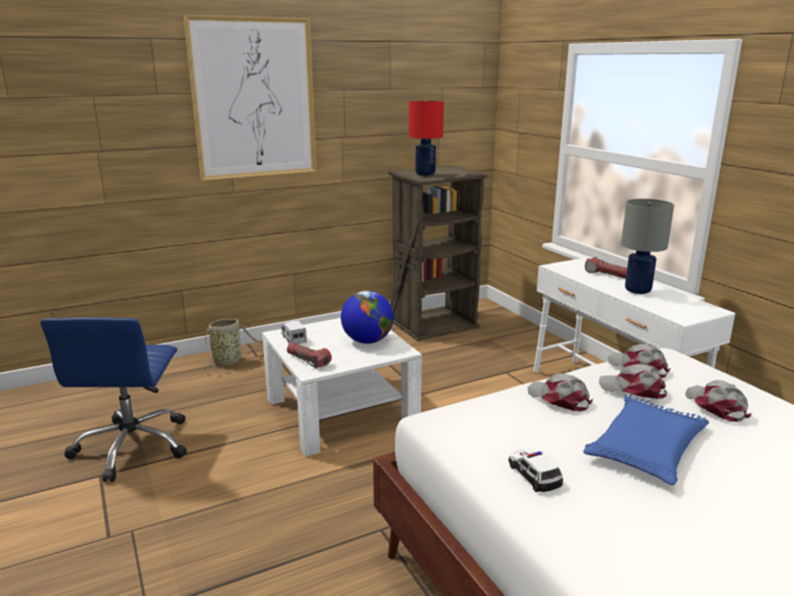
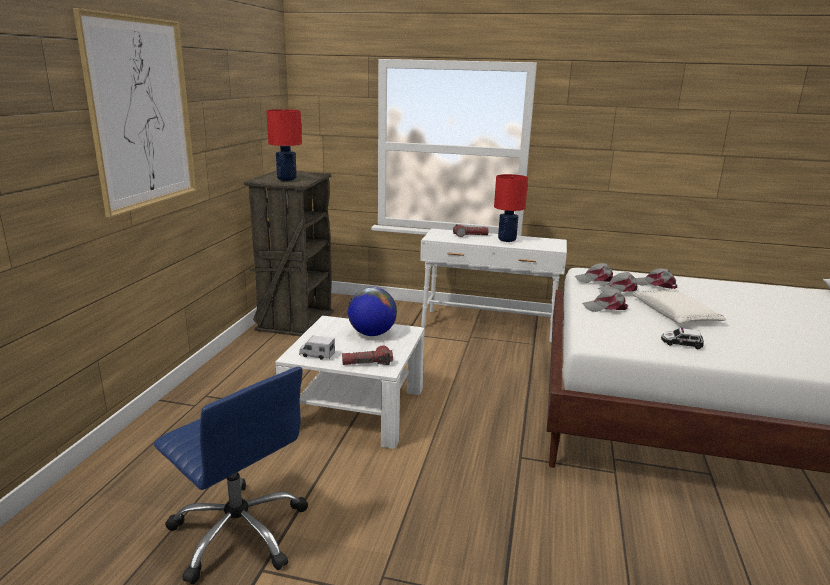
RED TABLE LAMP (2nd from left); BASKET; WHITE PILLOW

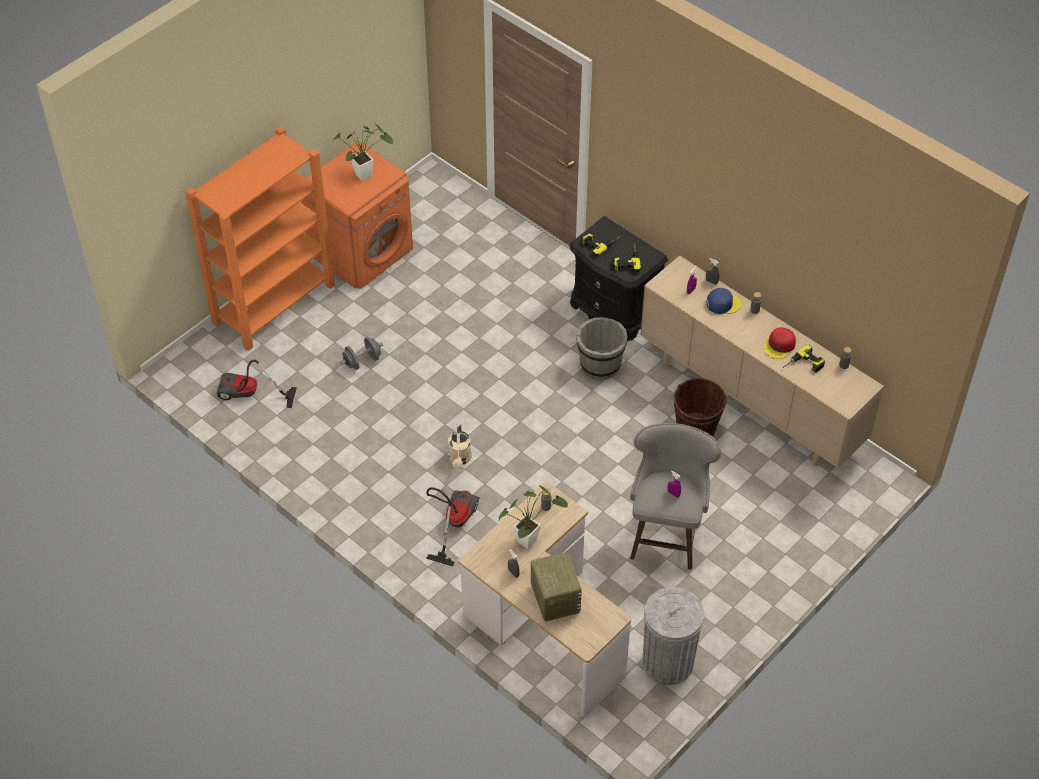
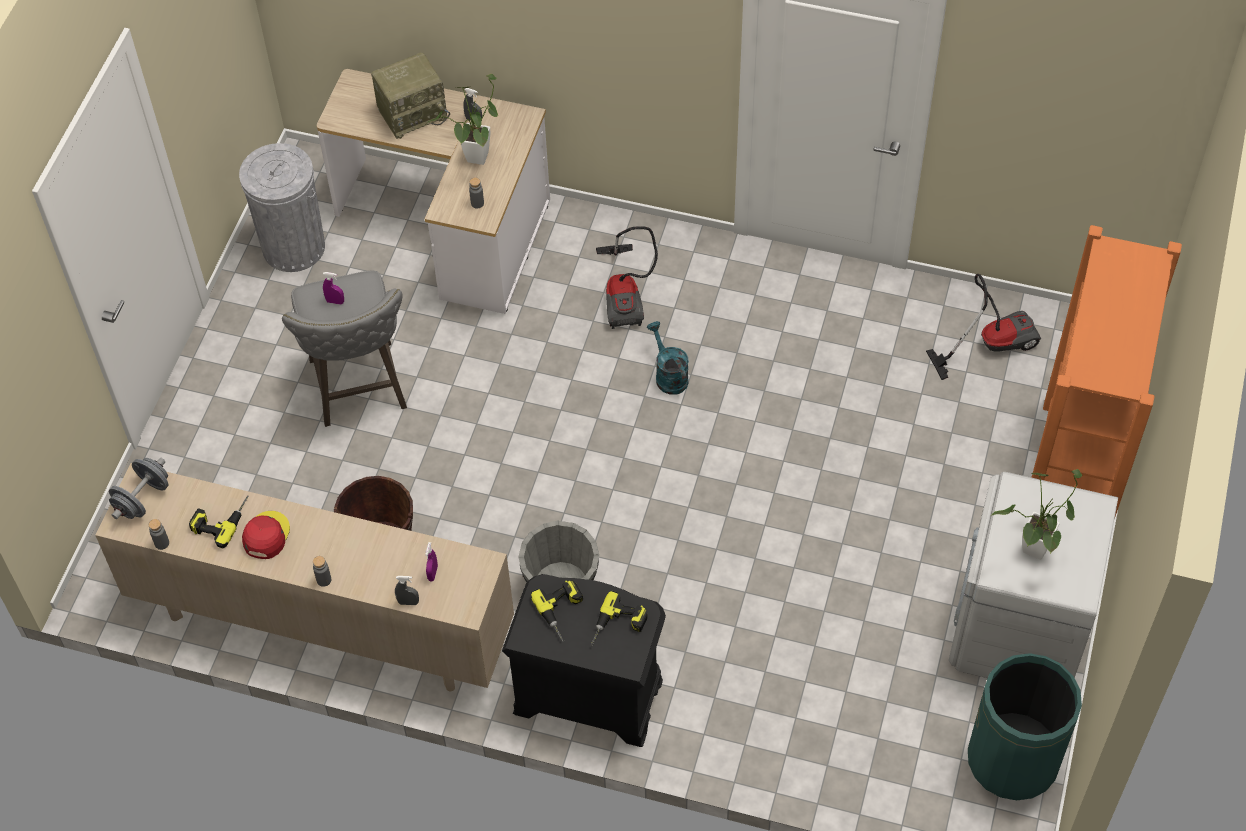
WHITE WASHING MACHINE; BLUE CAP; GREY DUMBBELL; TURQUOISE WATERING CAN; RADIO; GREEN TRASH CAN

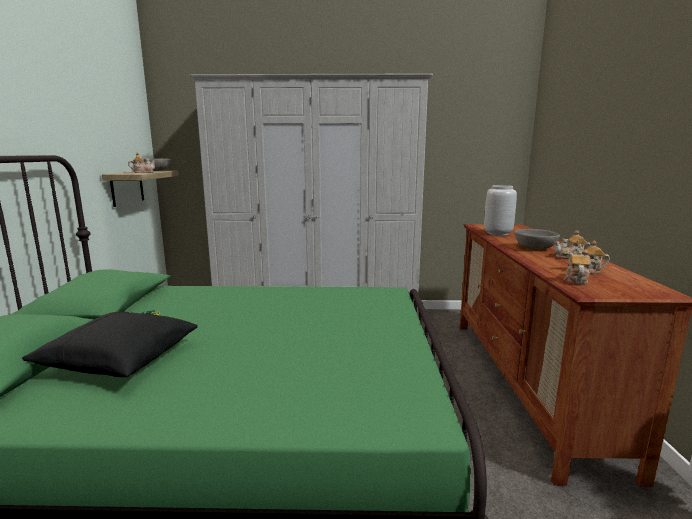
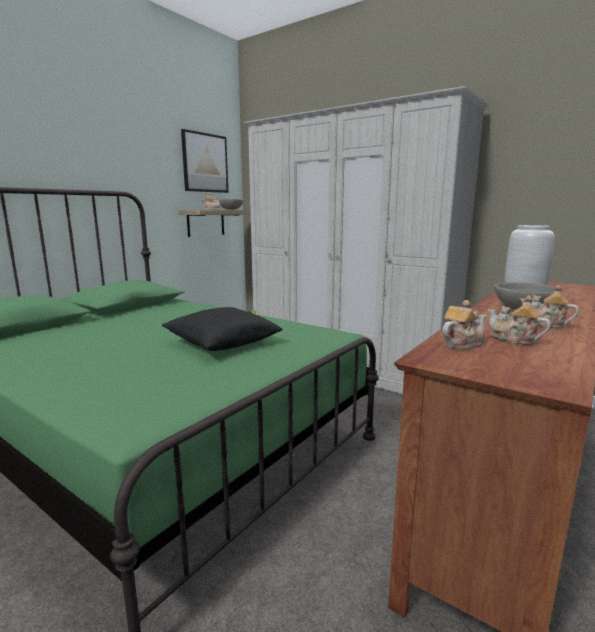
BLACK PILLOW; PICTURE

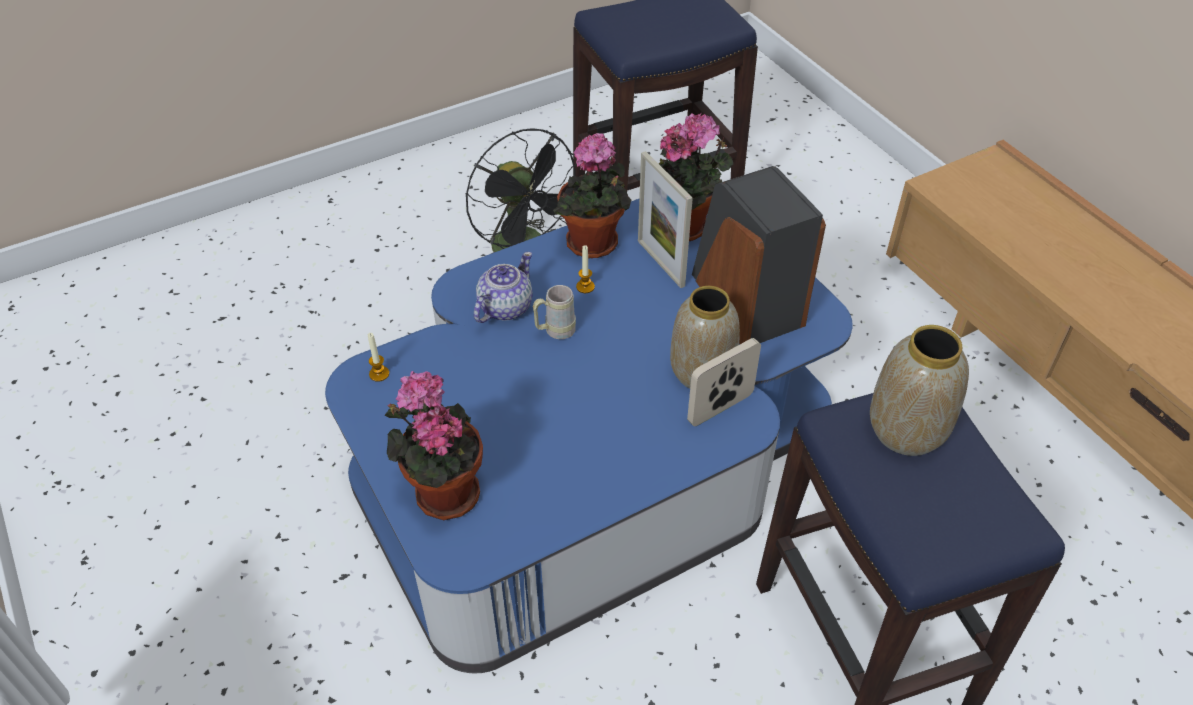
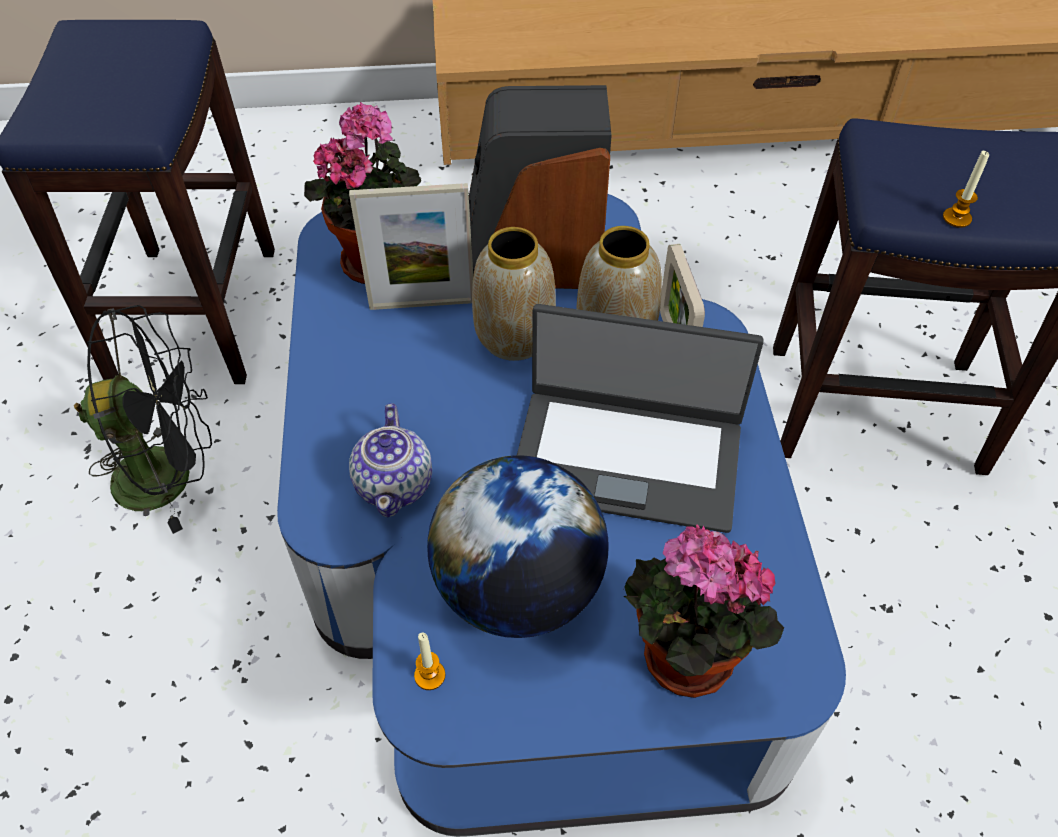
POTTED PLANT (2nd from left in the first image); CANDLE (2nd from left); TEAPOT; BEIGE MUG; VASE (1st from left); LAPTOP; GLOBE

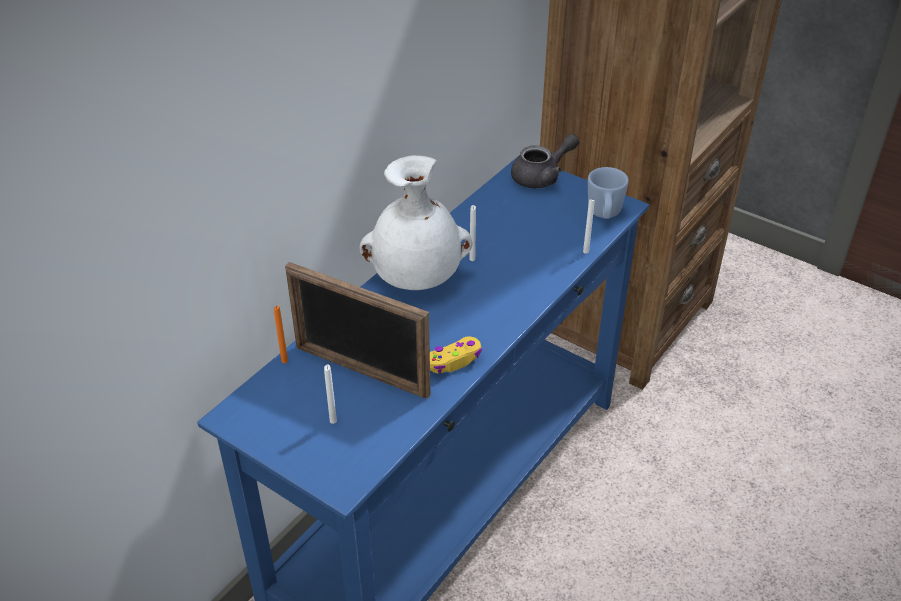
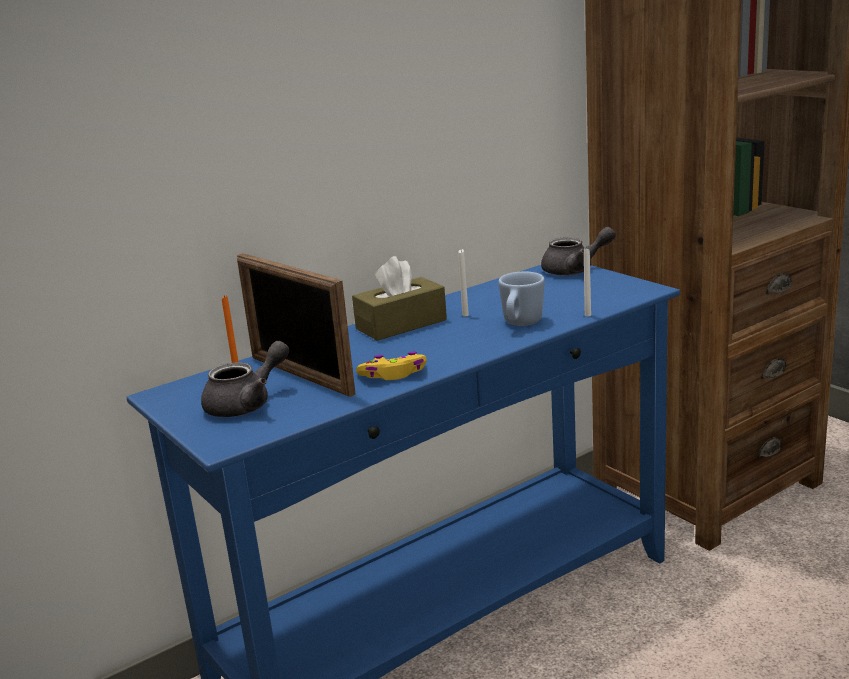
BROWN TISSUE BOX; BLUE MUG; GREY TEAPOT (1st from left)

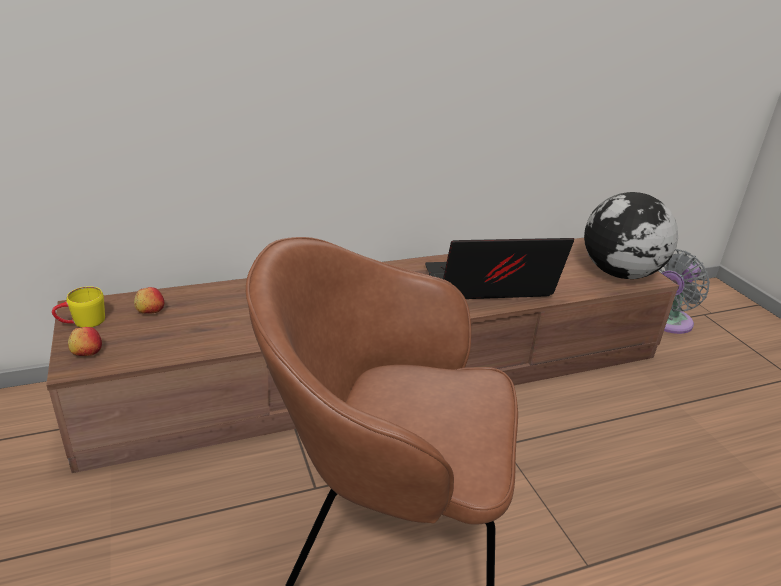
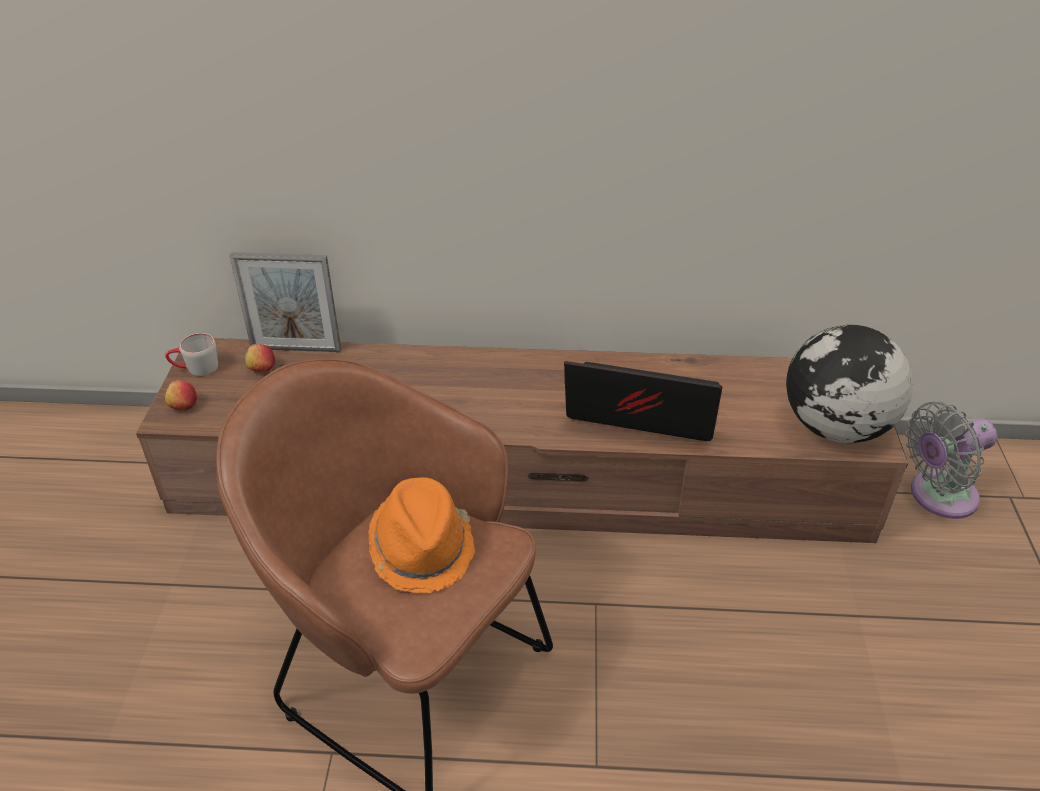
GREY MUG; PICTURE FRAME; ORANGE HAT

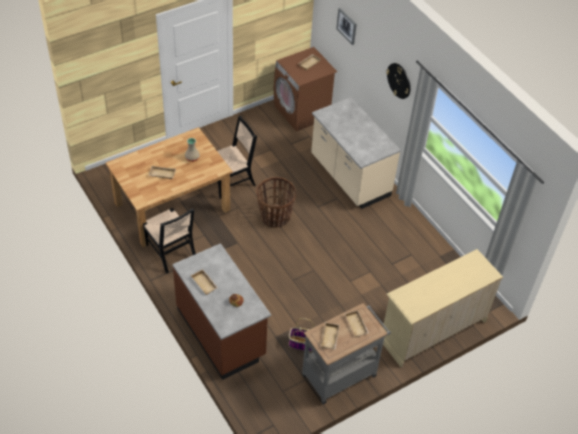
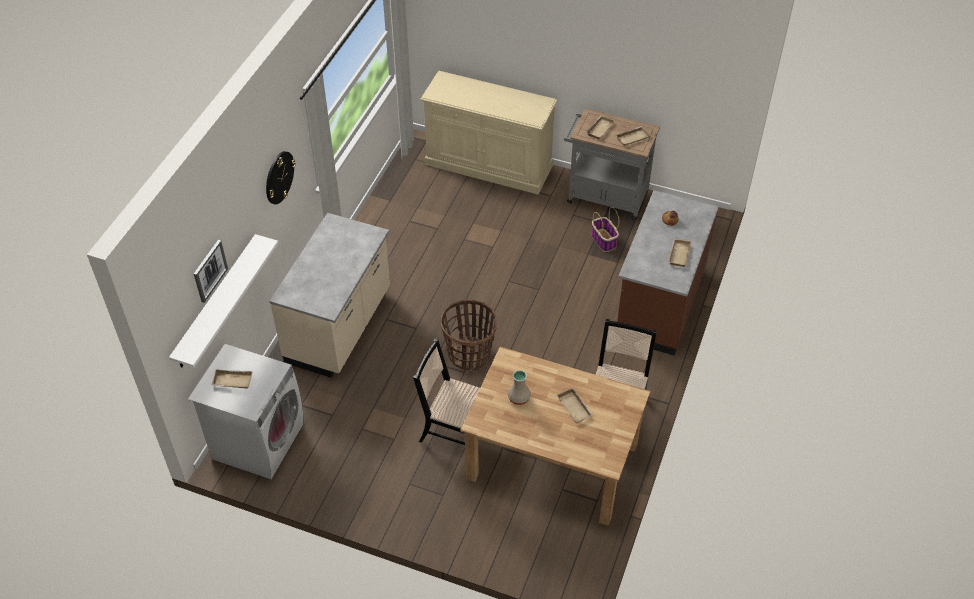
WHITE WASHING MACHINE; WHITE SHELF

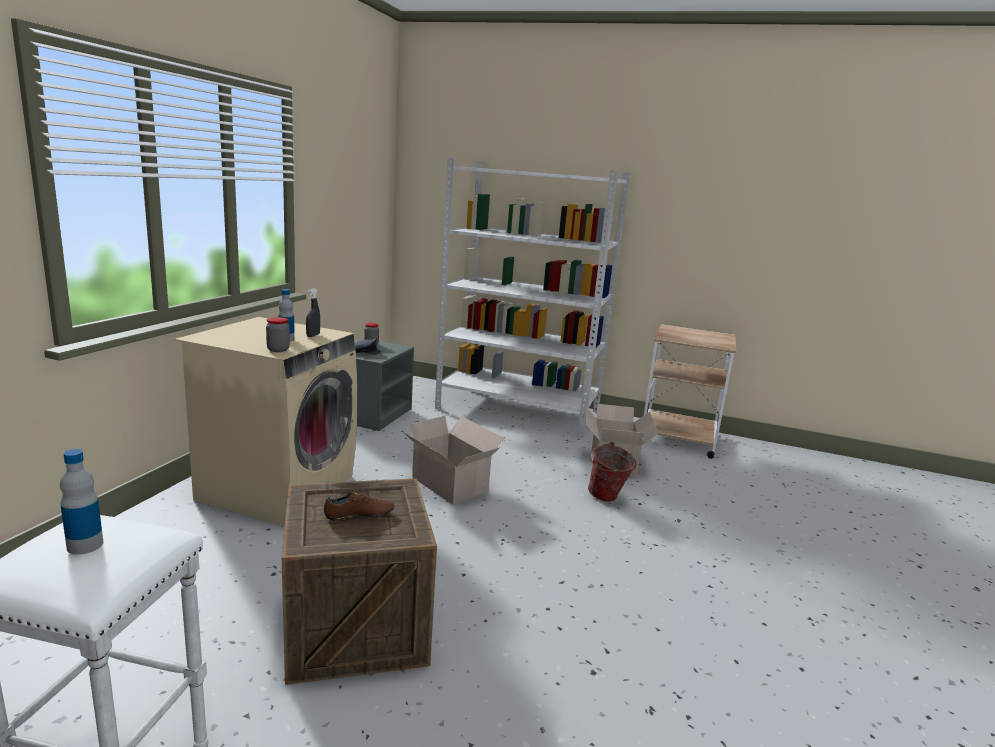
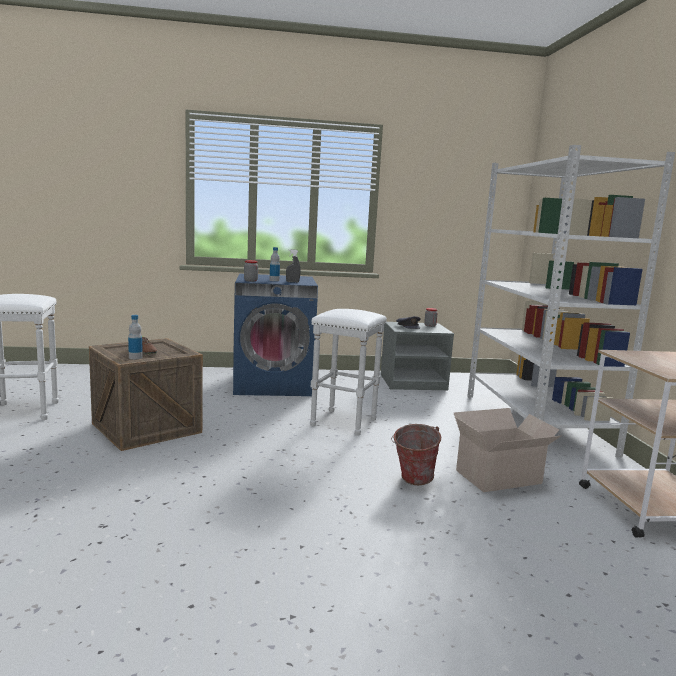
BLUE WASHING MACHINE; WHITE STOOL (2nd from left); BOTTLE (1st from left)

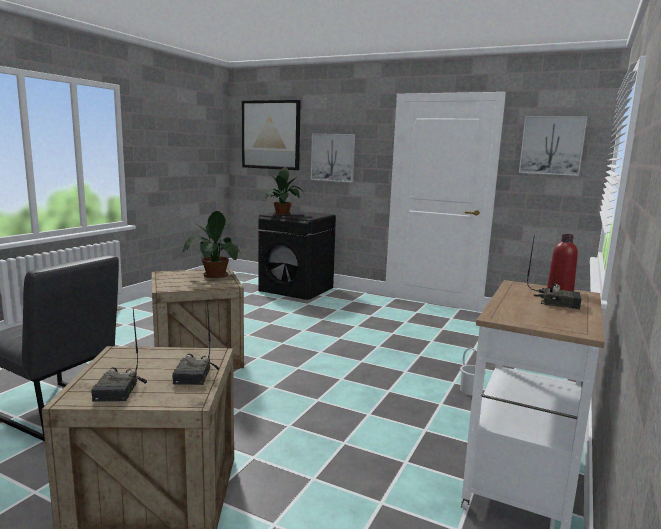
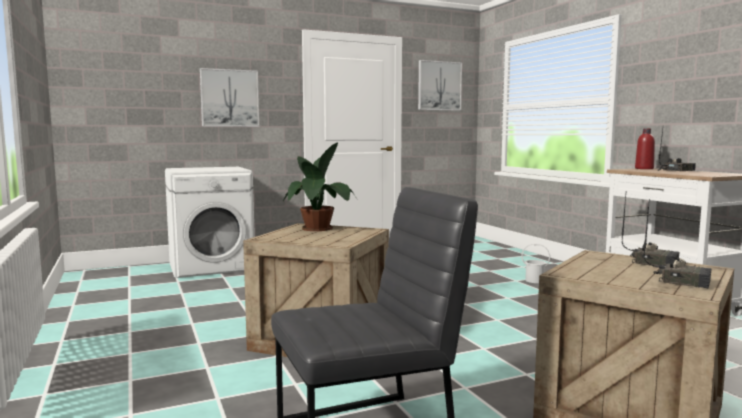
PICTURE (1st from left in the first image); POTTED PLANT (2nd from left in the first image); WHITE WASHING MACHINE

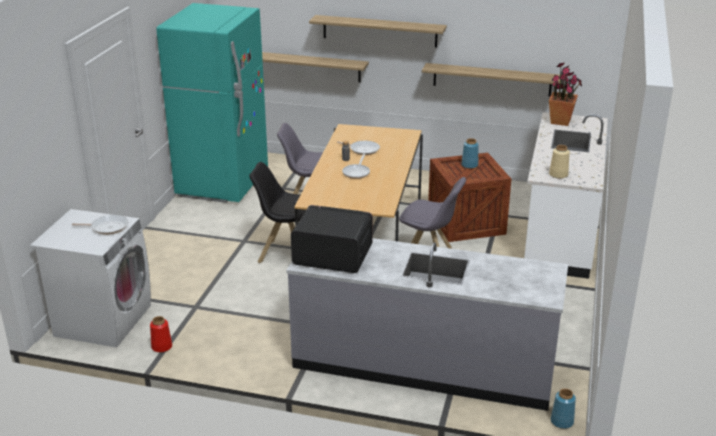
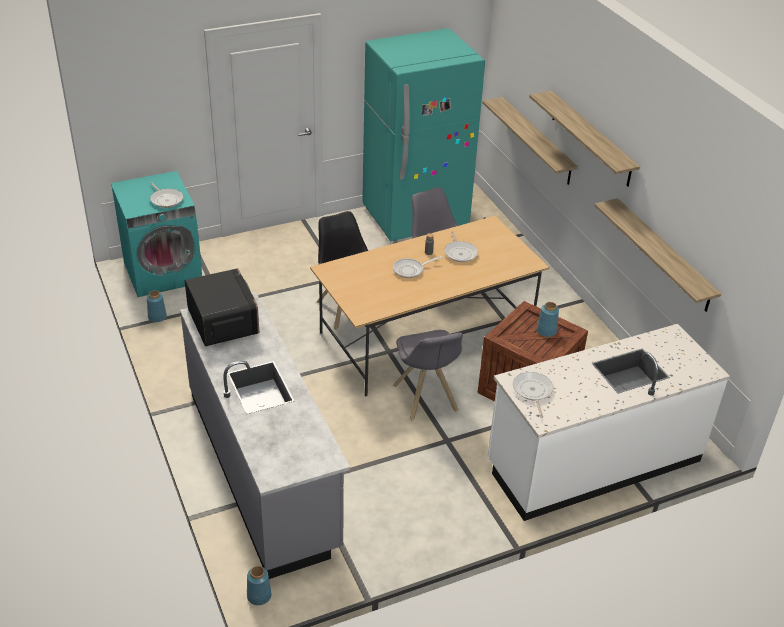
POTTED PLANT; FRYING PAN (4th from left); TURQUOISE WASHING MACHINE; BLUE VASE (1st from left)

